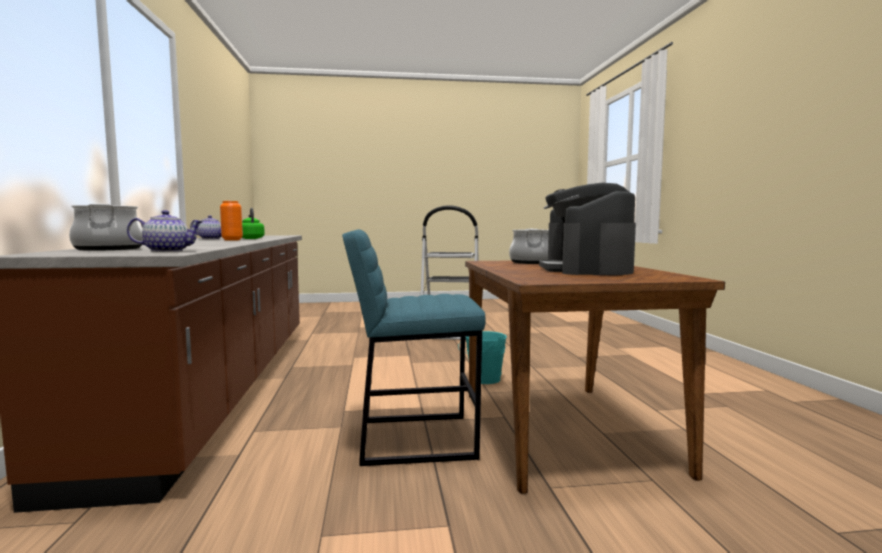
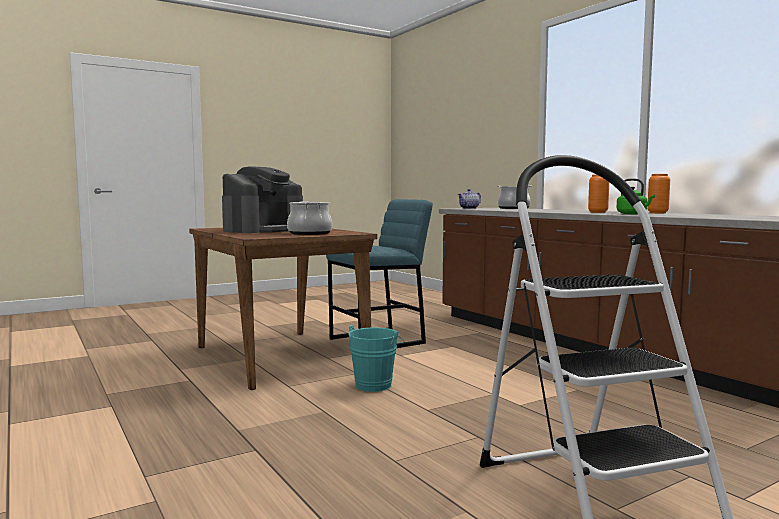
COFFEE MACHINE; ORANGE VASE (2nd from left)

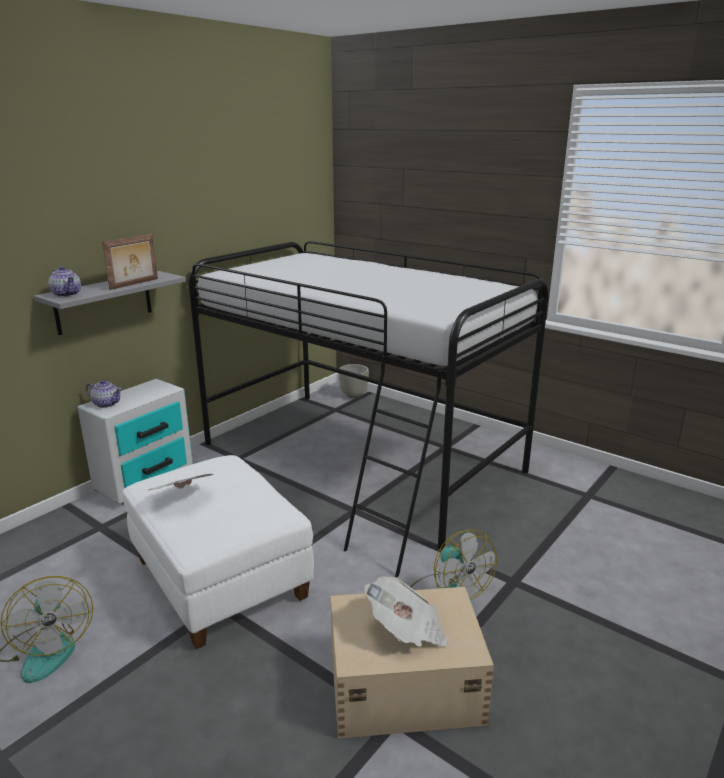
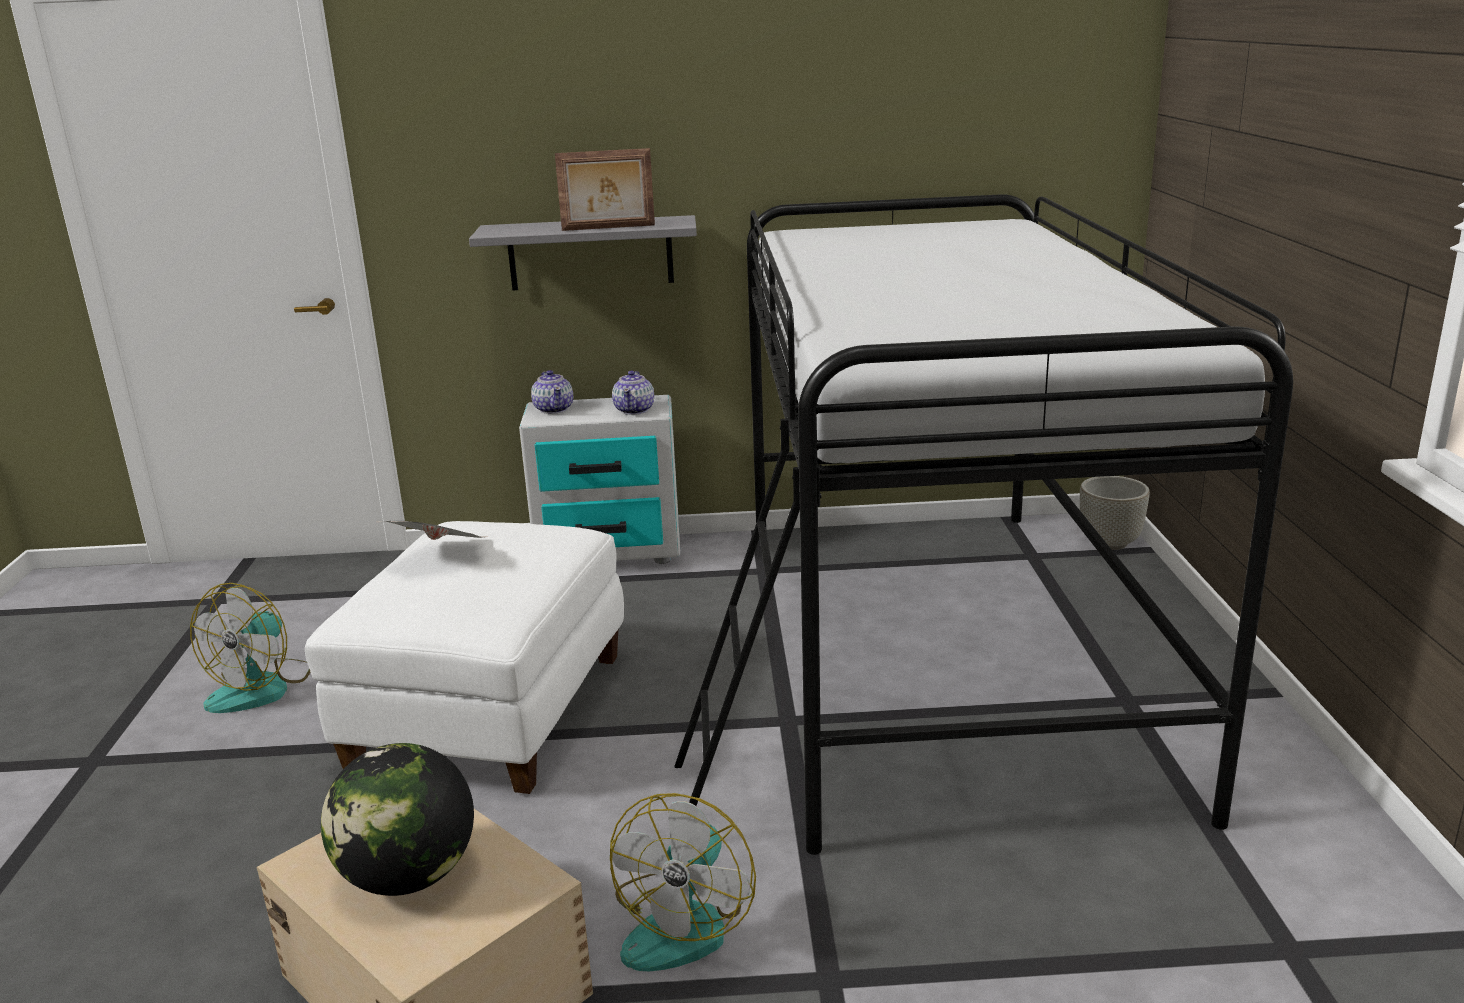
TEAPOT (2nd from left); GLOBE

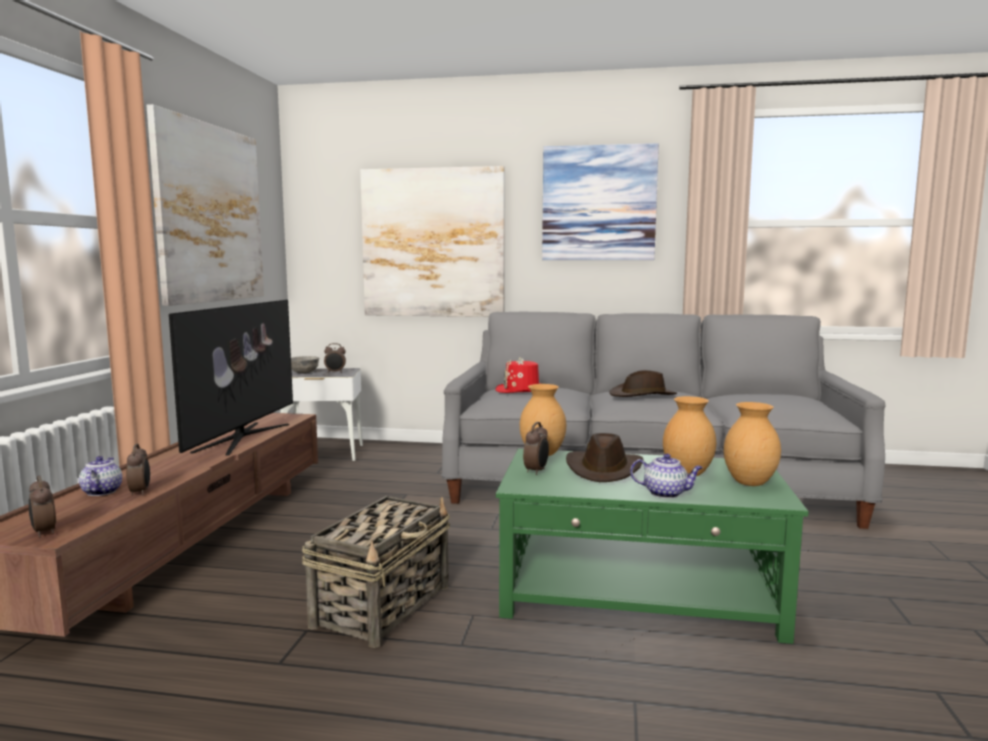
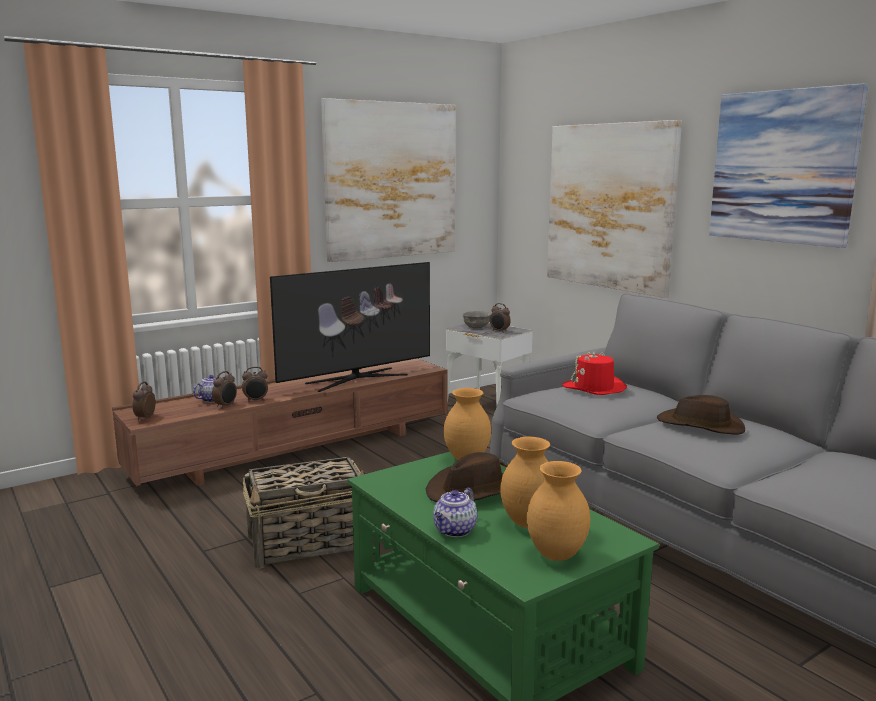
ALARM CLOCK (3rd from left); TEAPOT (2nd from left)

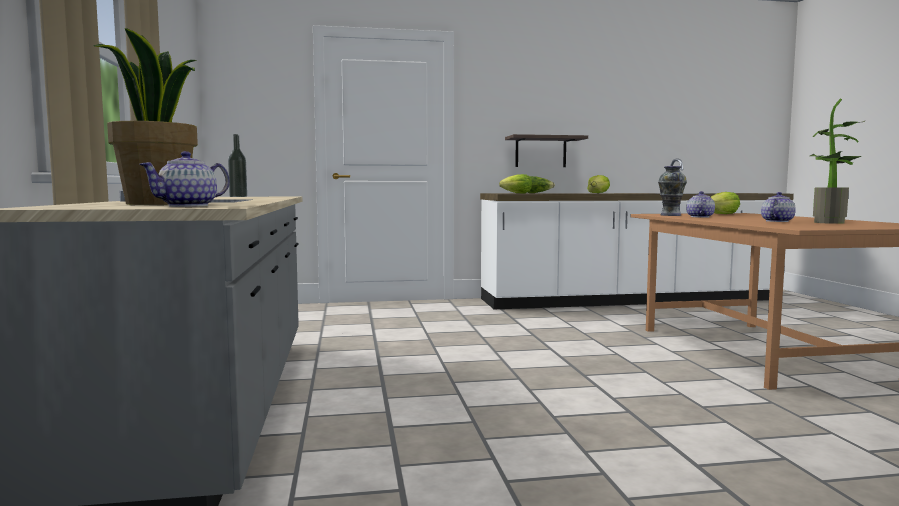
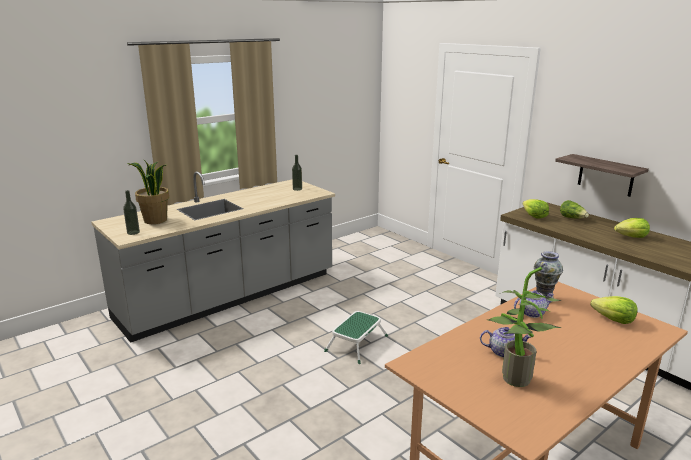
BOTTLE (1st from left); GREEN STEP LADDER

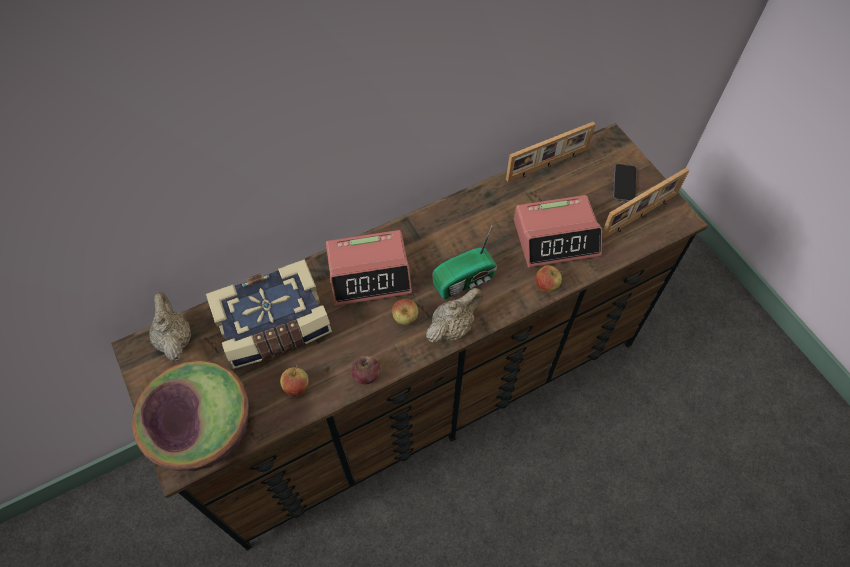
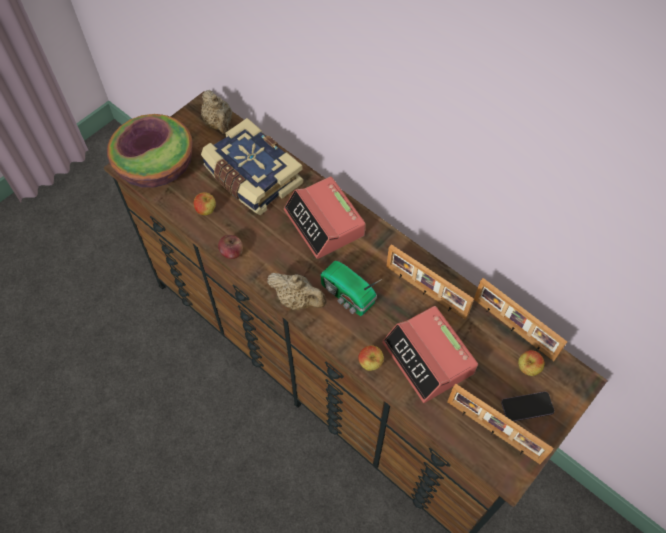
BEIGE TEAPOT (1st from left); APPLE (4th from left); PICTURE FRAME (1st from left)

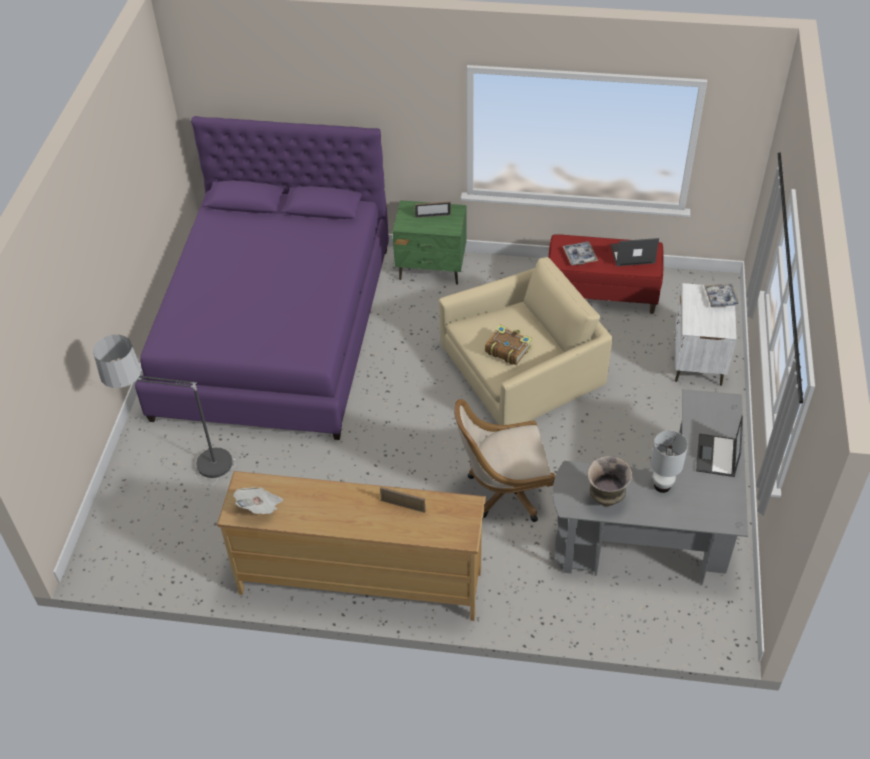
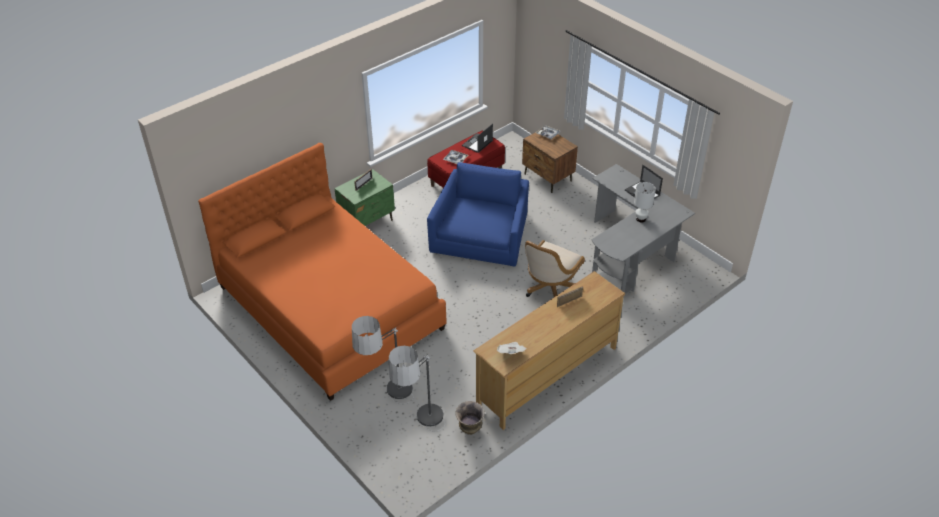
ORANGE BED; BLUE ARMCHAIR; BROWN NIGHTSTAND; BOOK; VASE; FLOOR LAMP (2nd from left)

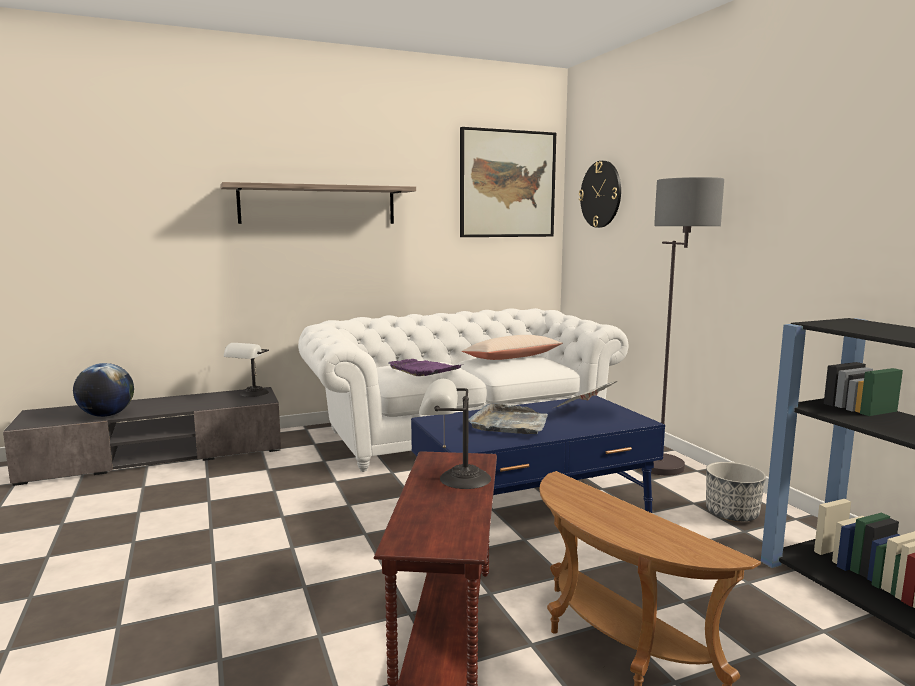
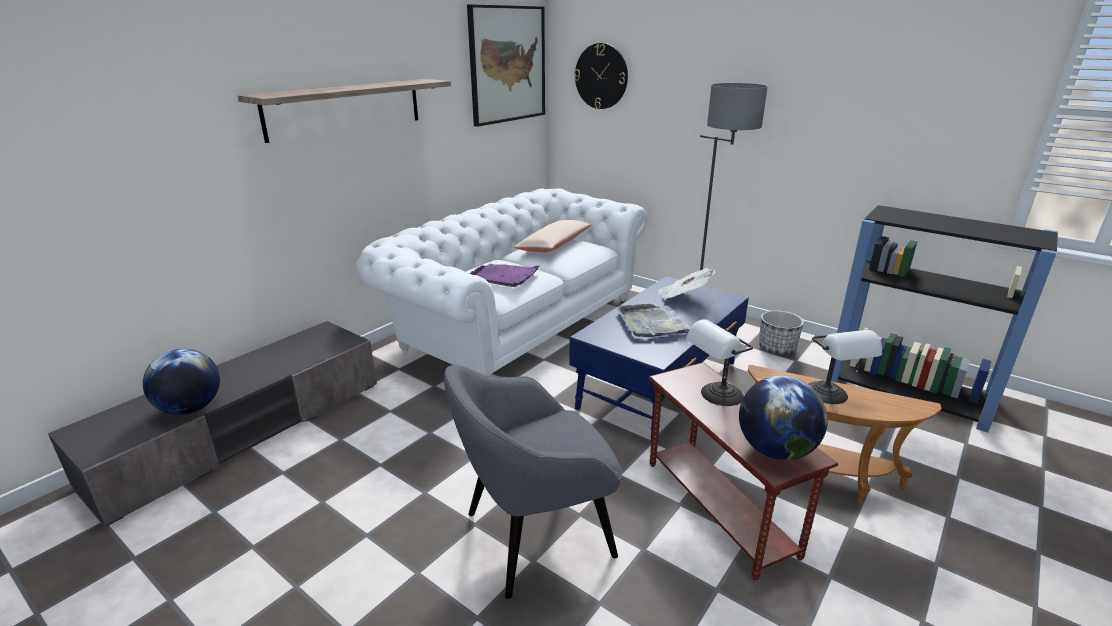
TABLE LAMP (2nd from left); GREY ARMCHAIR; GLOBE (2nd from left)

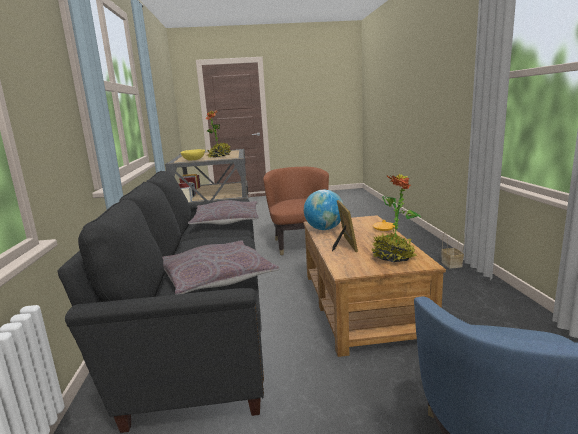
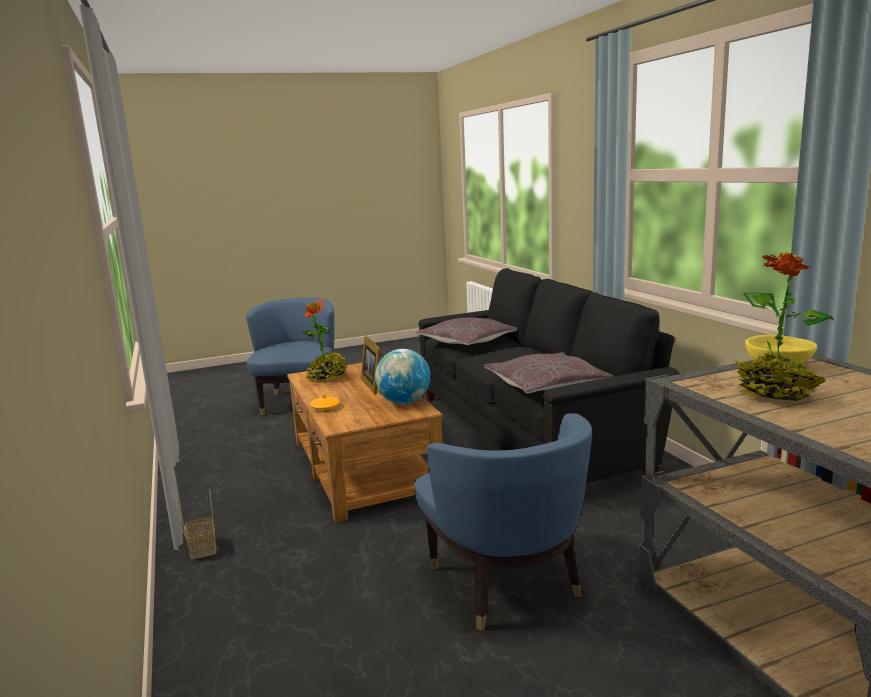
BLUE ARMCHAIR (2nd from left)

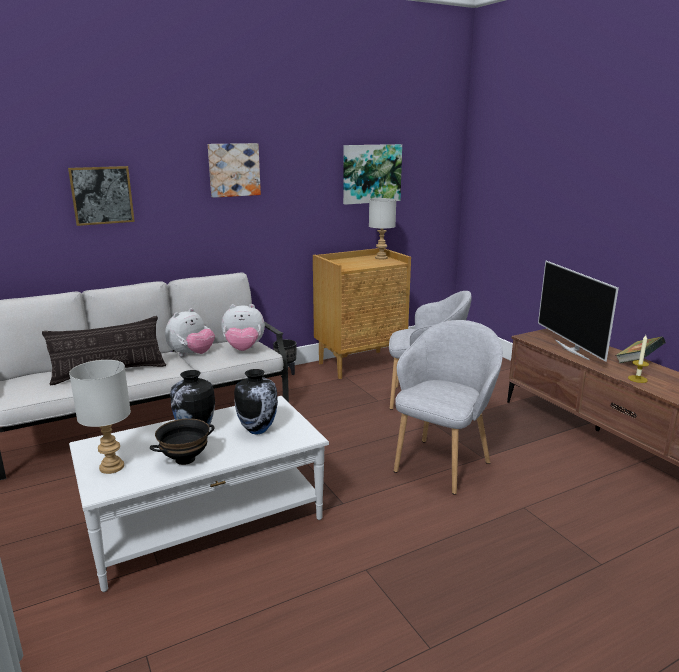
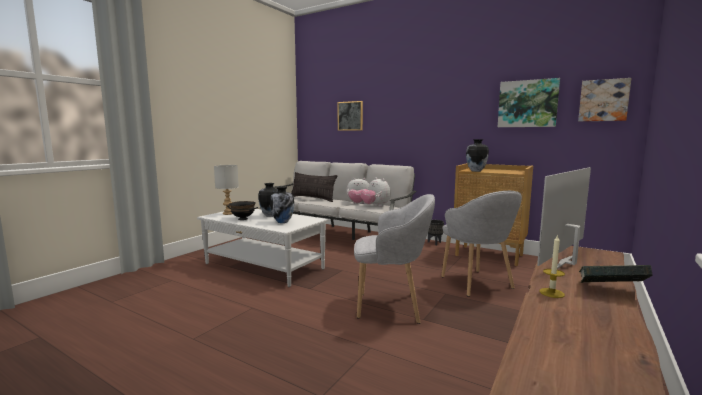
PICTURE (3rd from left); GREY TABLE LAMP (2nd from left in the first image); VASE (3rd from left)

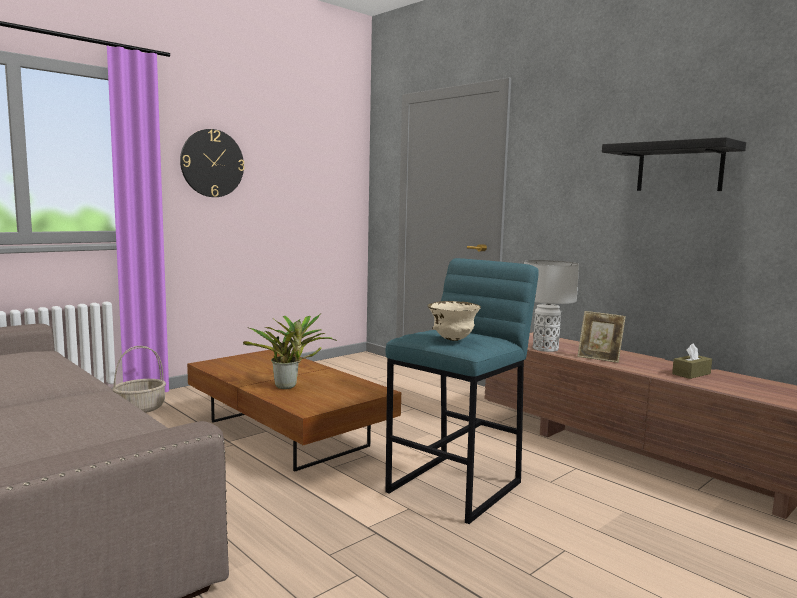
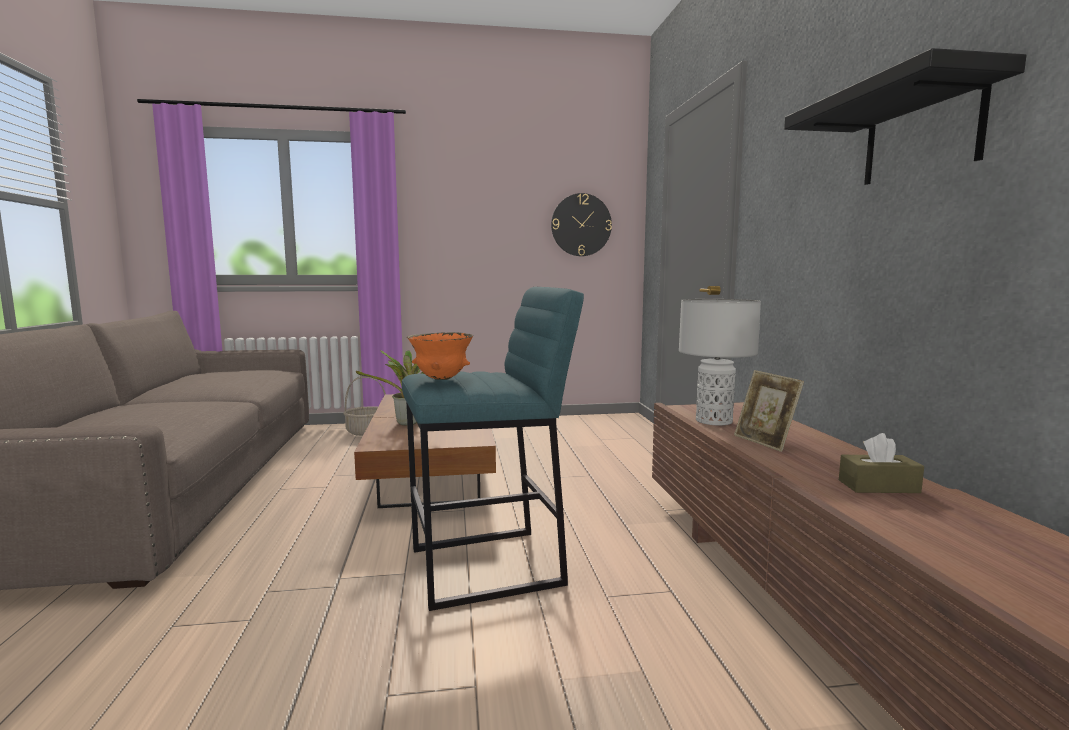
WALL CLOCK; ORANGE BOWL

